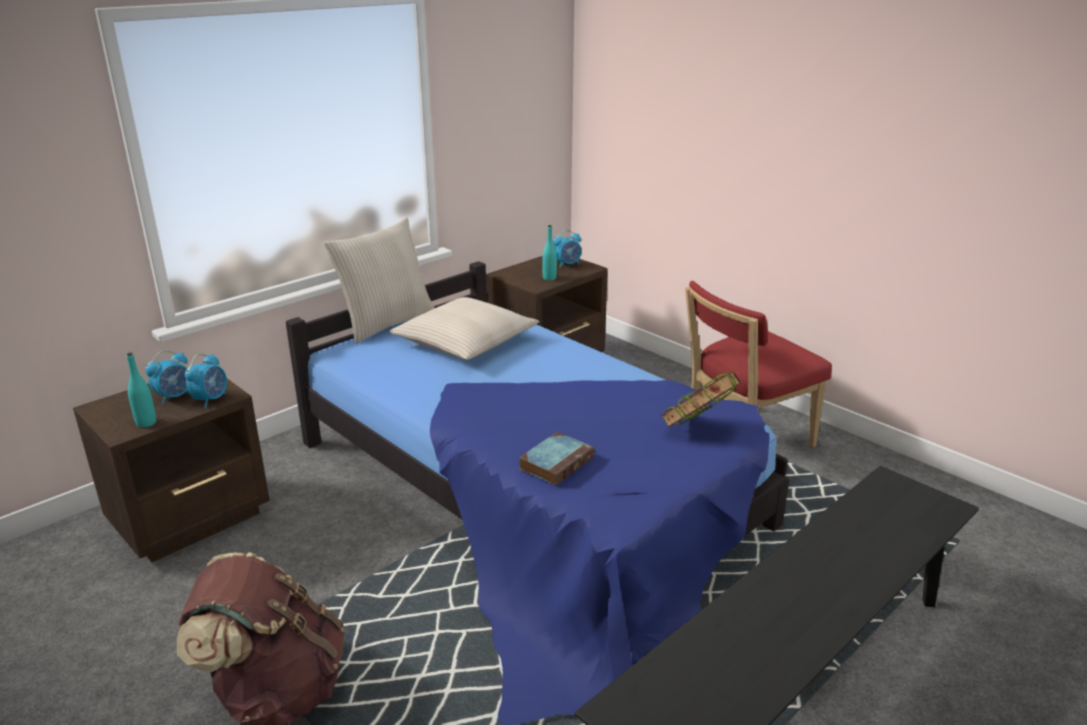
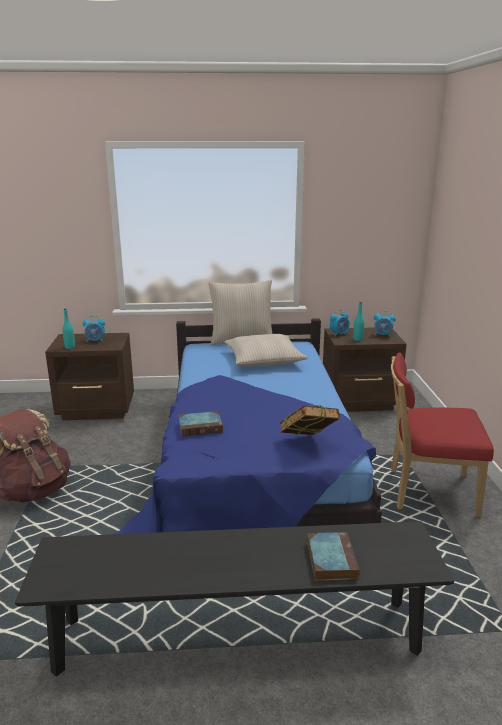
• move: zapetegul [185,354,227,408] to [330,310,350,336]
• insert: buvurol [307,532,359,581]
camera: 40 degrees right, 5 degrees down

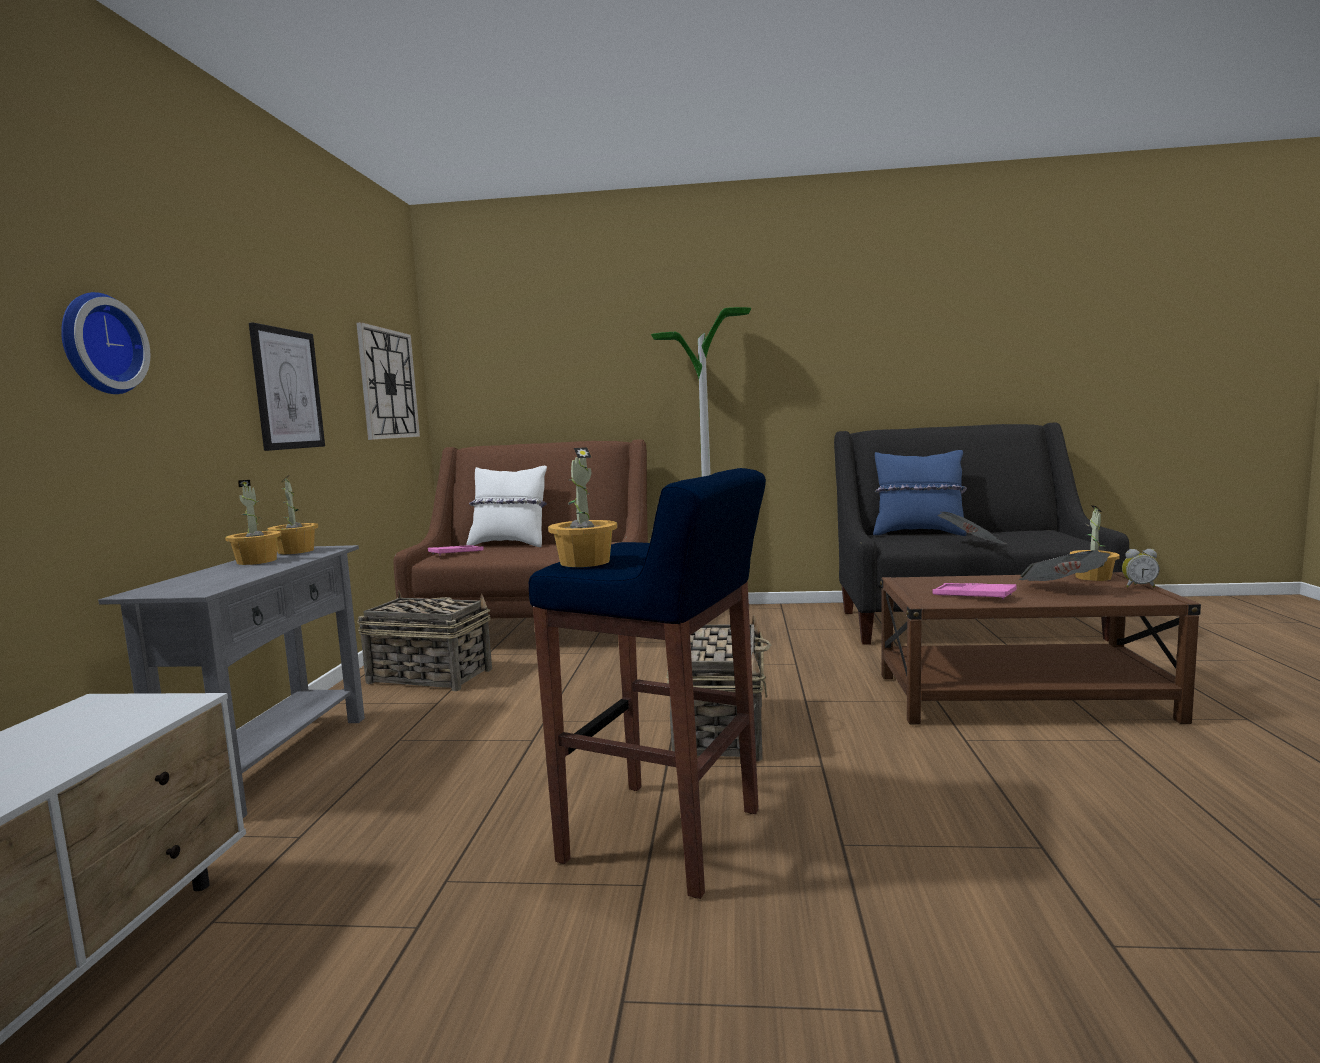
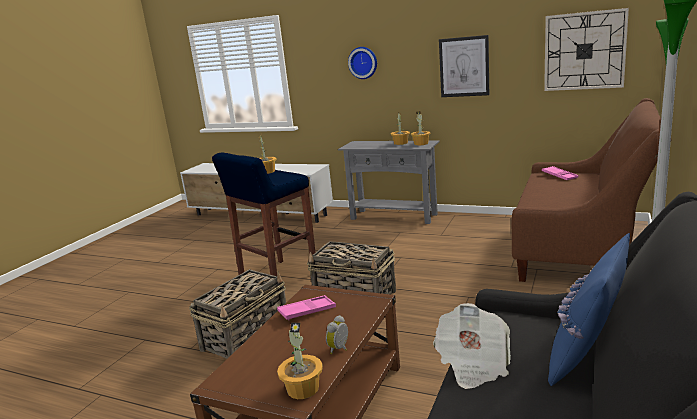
• delete: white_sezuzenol [466,466,547,547]
• move: zapetegul [1122,549,1160,587] to [326,315,348,354]
• delete: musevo [1018,550,1110,581]
• move: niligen [357,590,492,691] to [189,269,286,359]
camera: 110 degrees right, 10 degrees up

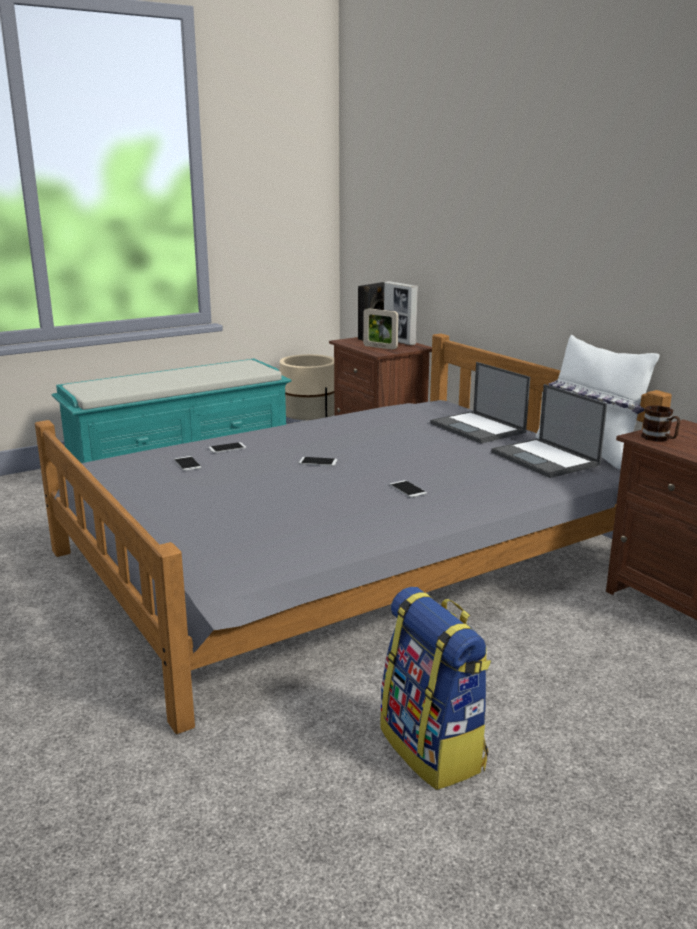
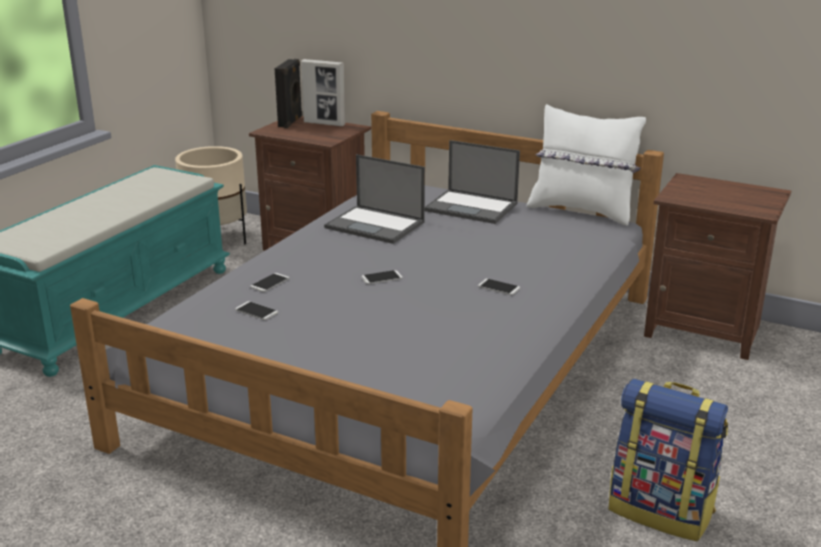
• delete: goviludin [363,308,398,350]
• move: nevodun [491,384,607,478] to [324,154,425,244]
• delete: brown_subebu [641,405,680,442]
camera: 30 degrees left, 5 degrees up

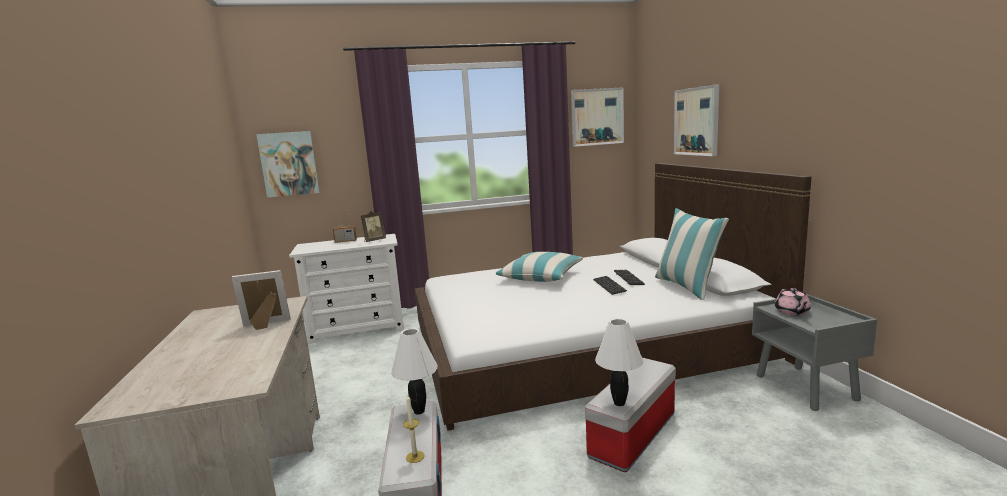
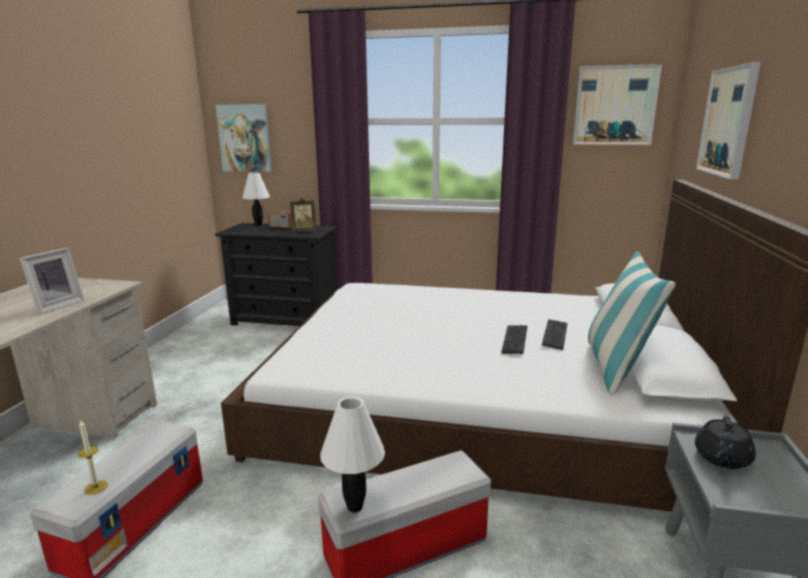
• recolor: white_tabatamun [289,234,404,344] to black_tabatamun [215,223,337,326]
• delete: sezuzenol [496,252,583,282]
• rotate: goviludin [231,270,291,330] = [20,248,84,315] 105 degrees clockwise
• recolor: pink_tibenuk [775,288,811,315] to black_tibenuk [695,416,756,469]
• move: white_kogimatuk [391,328,437,414] to [242,173,270,225]
camera: 25 degrees right, 5 degrees up

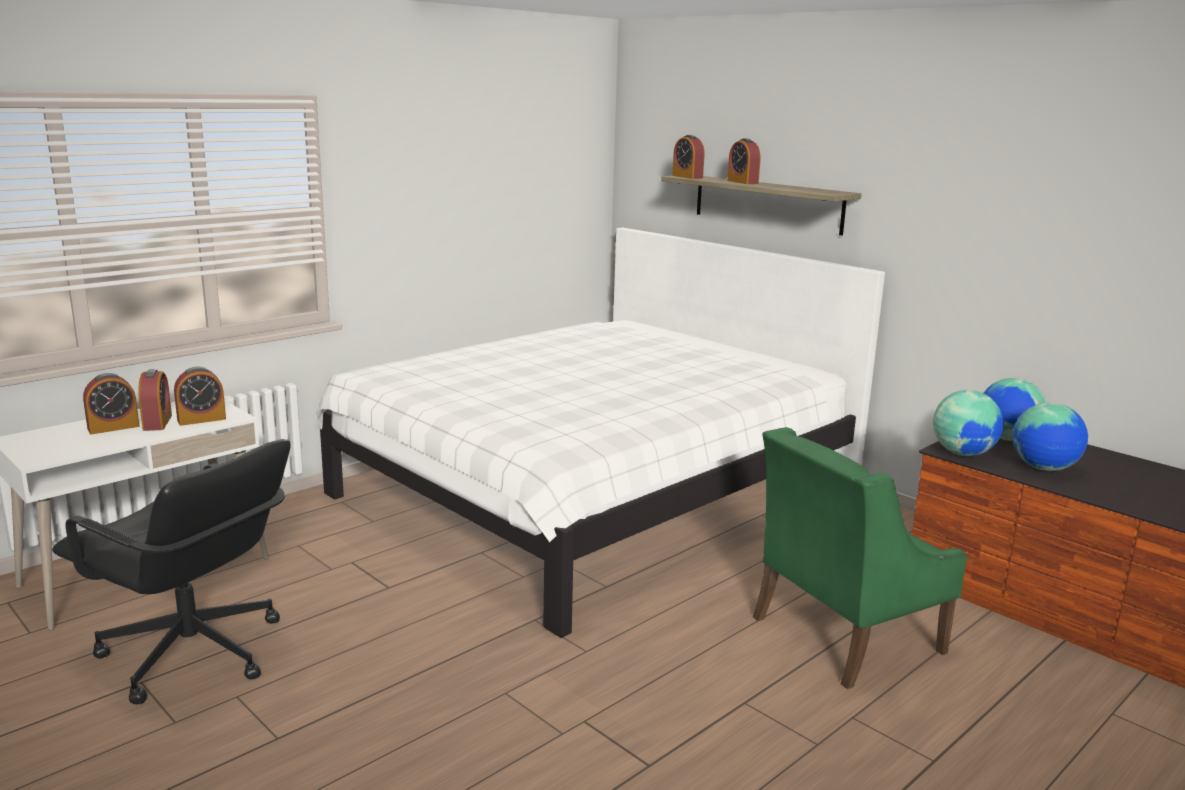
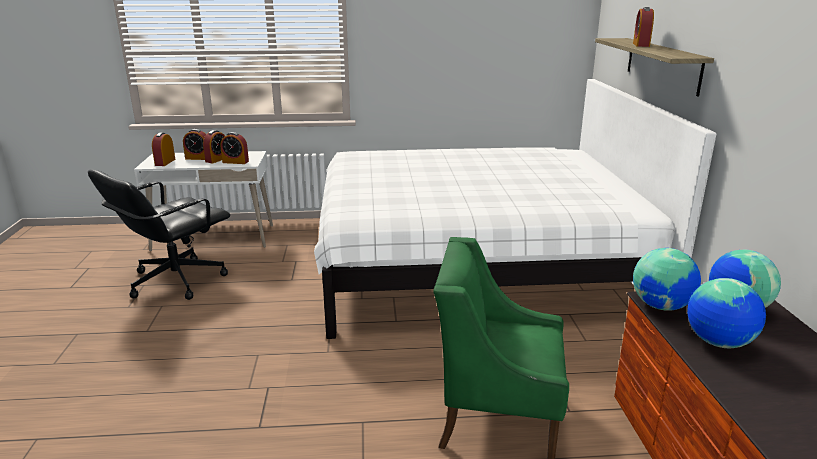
• move: zapetegul [672,135,704,179] to [152,133,175,166]
• rotate: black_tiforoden [52,439,291,704] = [88,169,230,300] 60 degrees clockwise
camera: 40 degrees right, 5 degrees up

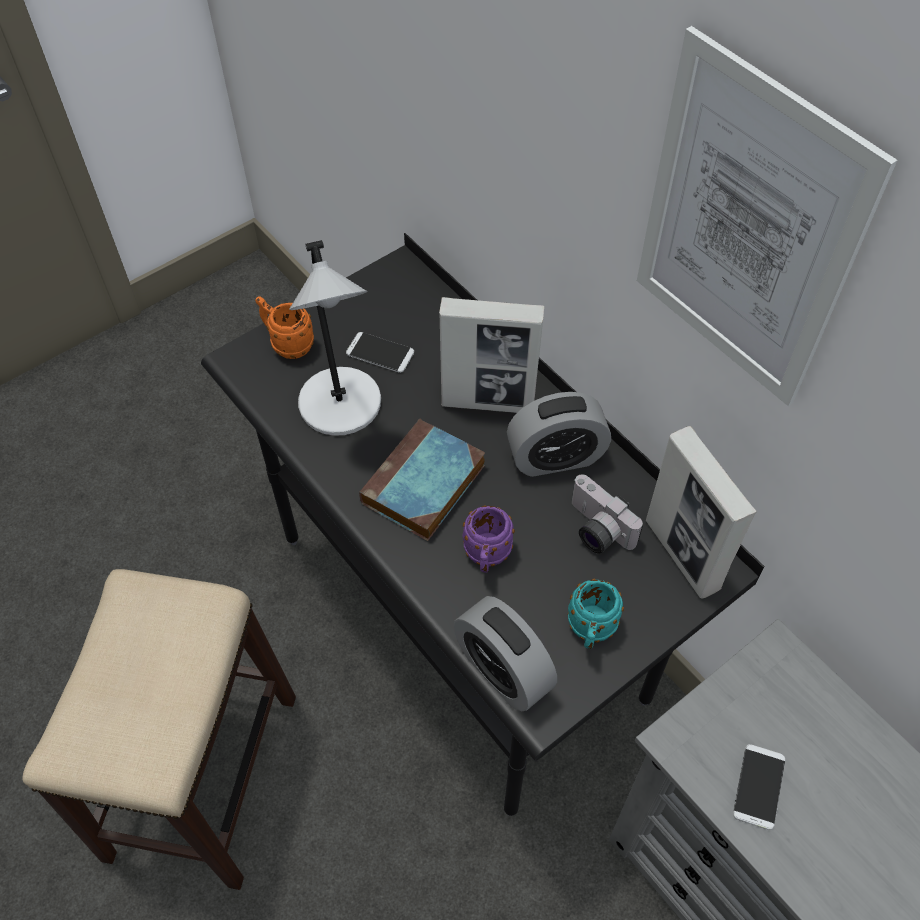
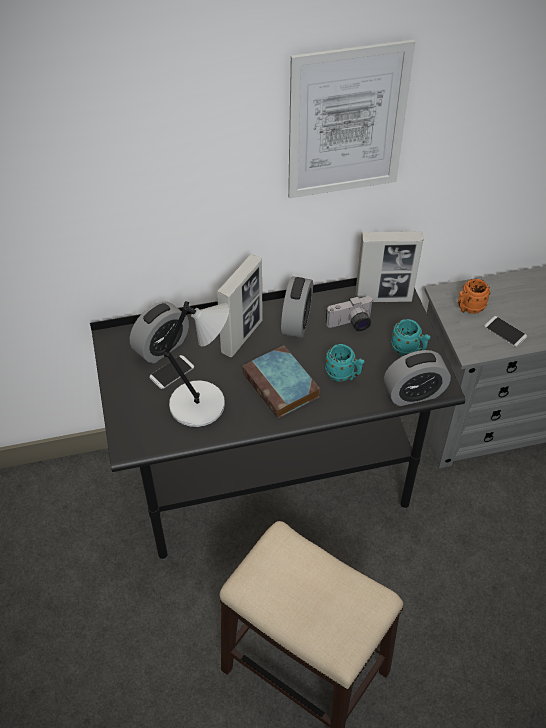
• move: orange_subebu [255,296,314,359] to [458,279,490,314]
• recolor: purple_subebu [462,506,515,573] to turquoise_subebu [325,344,364,382]
• insert: zapetegul [130,302,189,363]
camera: 65 degrees left, 5 degrees down

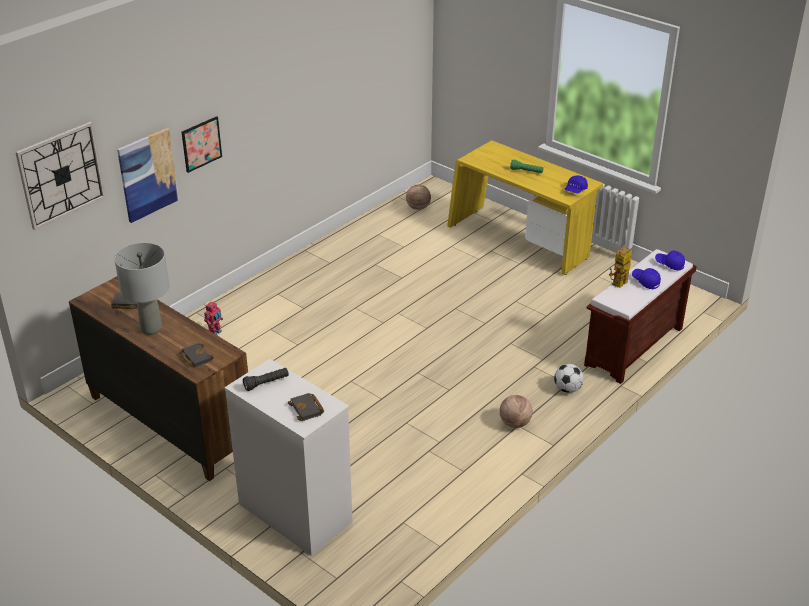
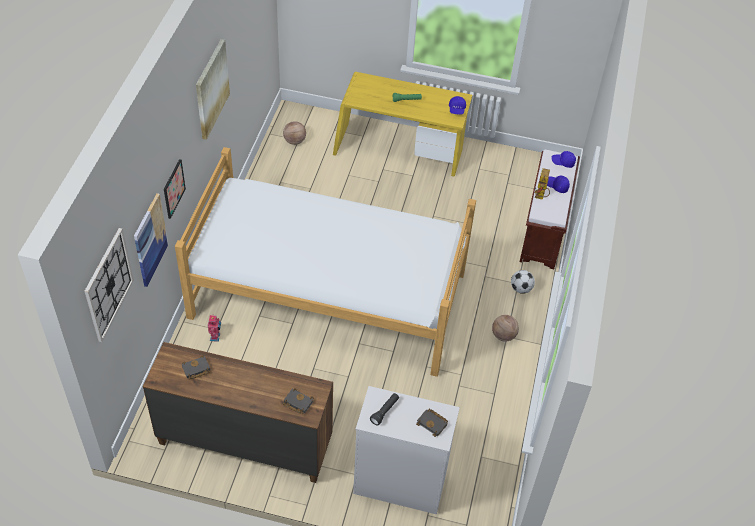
• delete: grey_kogimatuk [114,243,170,335]
• insert: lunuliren [196,39,230,140]
• insert: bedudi [175,147,476,377]
camera: 30 degrees left, 15 degrees up

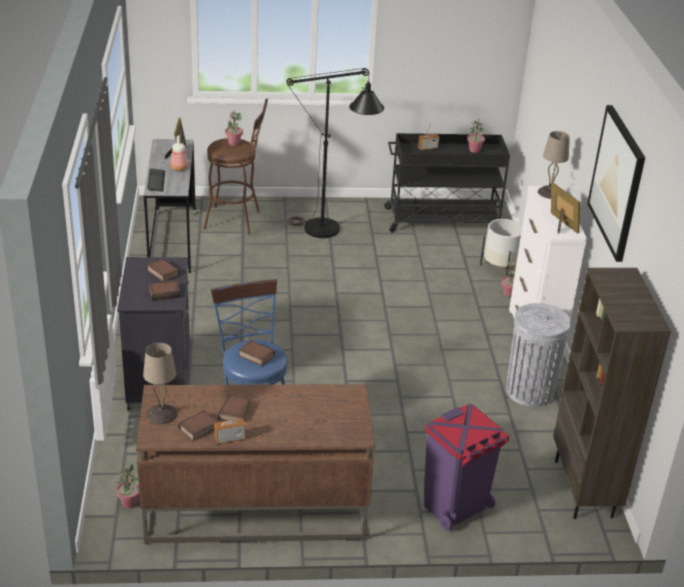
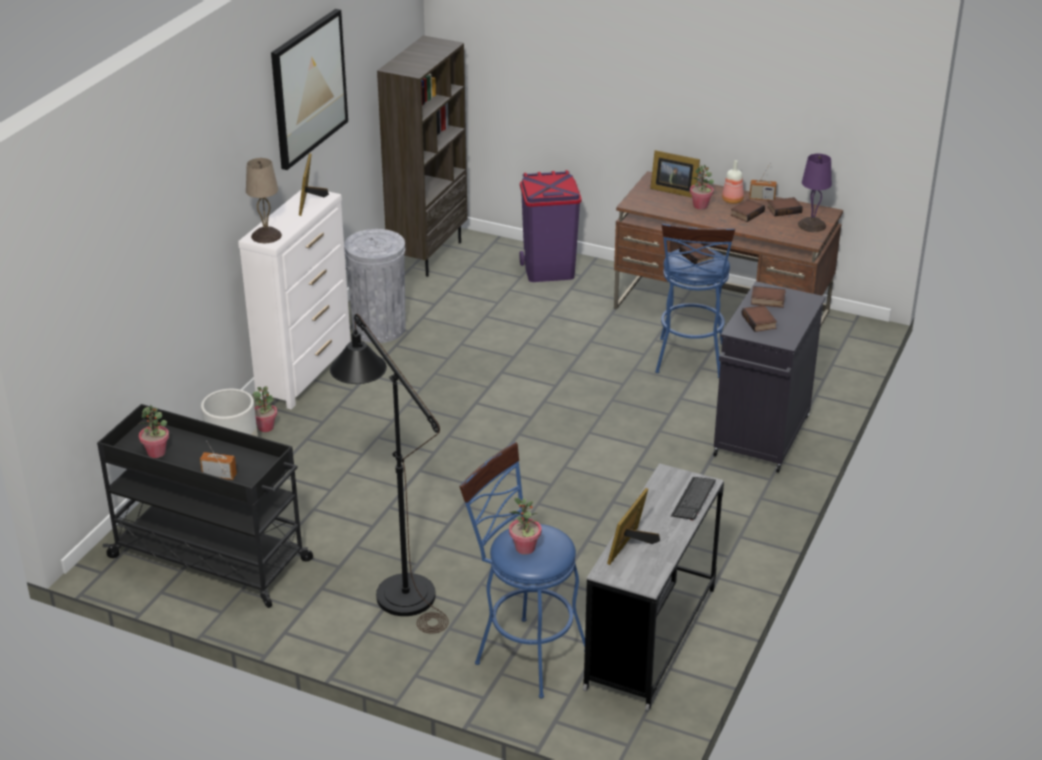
• recolor: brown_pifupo [203,99,268,235] to blue_pifupo [459,442,585,698]
• move: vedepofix [171,136,188,171] to [722,160,744,204]
• recolor: beige_kogimatuk [143,343,177,424] to purple_kogimatuk [798,154,832,232]
• move: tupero [115,464,139,508] to [690,165,714,210]
• insert: goviludin [650,150,700,198]
camera: 150 degrees left, 0 degrees up

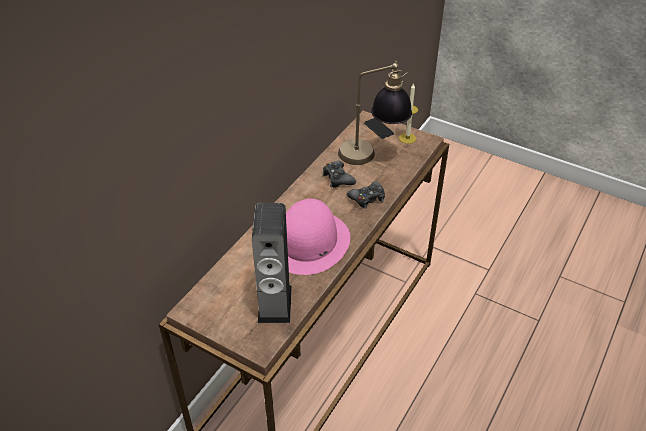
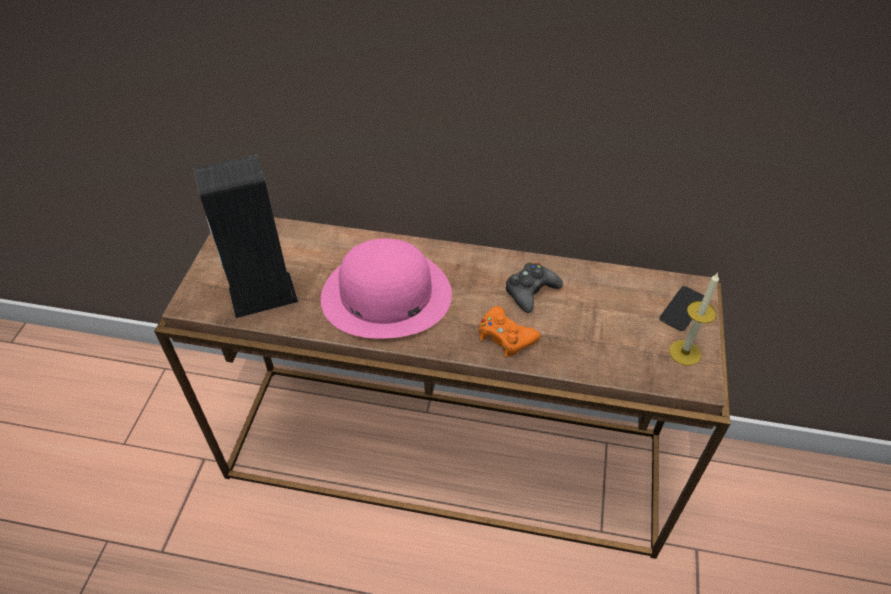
• delete: kogimatuk [338,61,412,165]
• recolor: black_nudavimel [347,181,385,209] to orange_nudavimel [479,306,540,358]
camera: 70 degrees right, 5 degrees up

